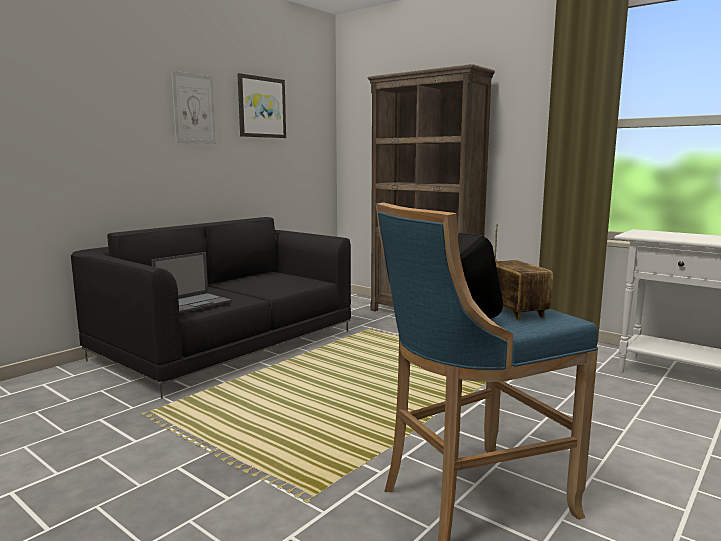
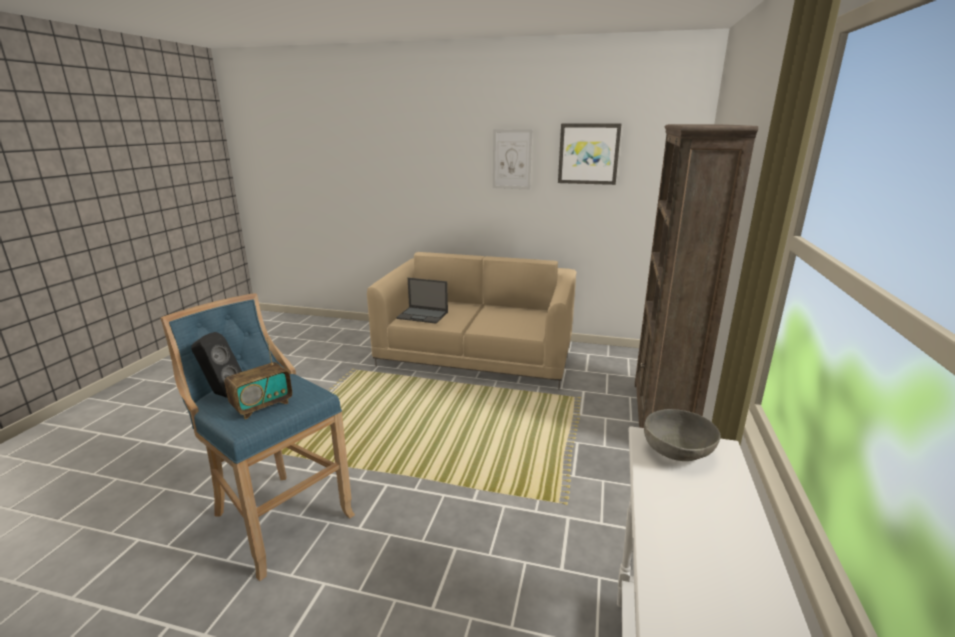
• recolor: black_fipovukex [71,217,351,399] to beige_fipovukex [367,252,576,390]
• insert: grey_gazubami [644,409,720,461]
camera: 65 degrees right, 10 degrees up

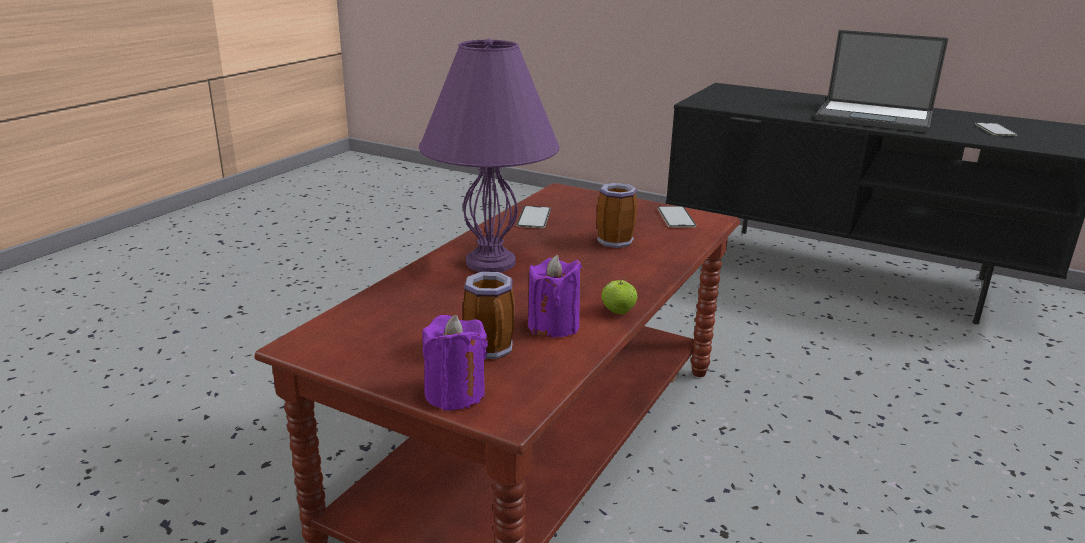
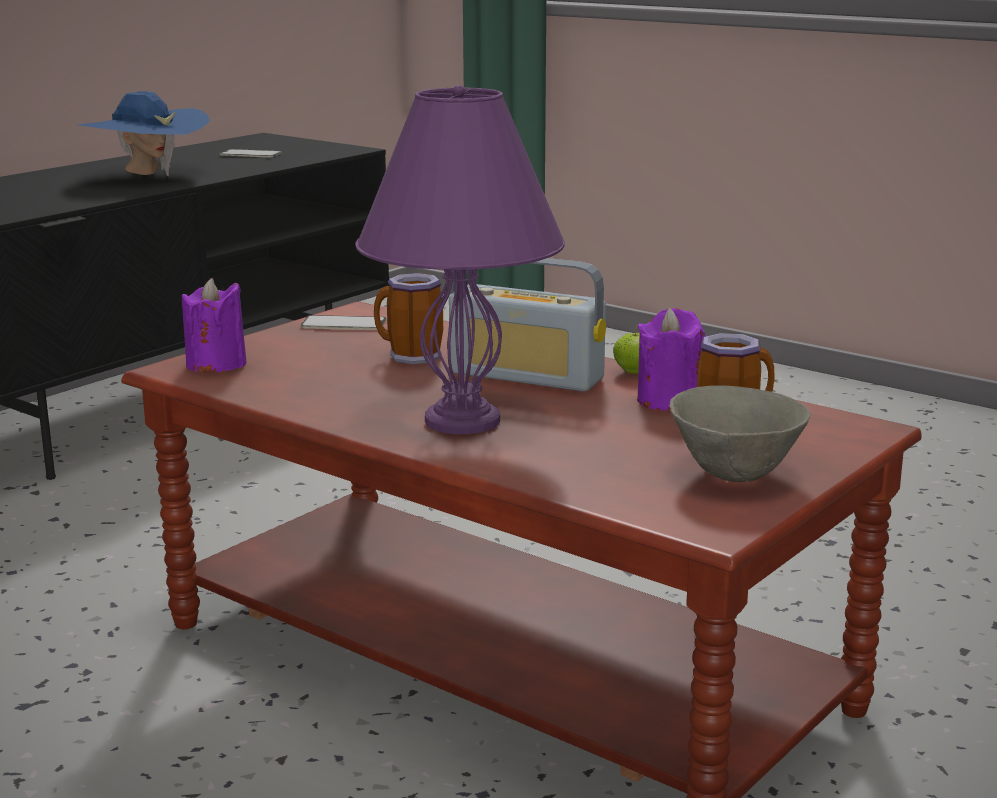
• replace: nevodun [815,30,949,133] to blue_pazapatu [79,91,210,176]
• delete: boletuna [516,206,551,228]
• move: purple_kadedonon [422,315,488,411] to [182,278,247,372]
• insert: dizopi [449,258,606,391]
• insert: grey_gazubami [670,386,810,482]
camera: 80 degrees left, 5 degrees down

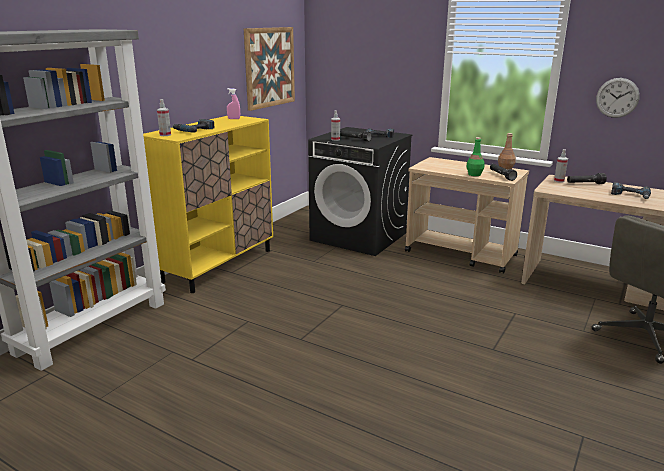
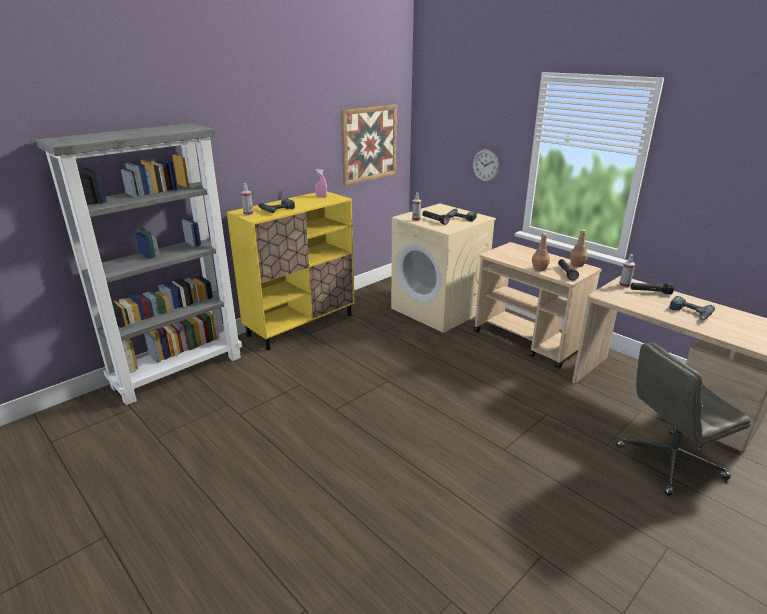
• move: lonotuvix [596,78,640,118] to [473,150,499,182]
• recolor: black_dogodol [308,127,413,256] to beige_dogodol [391,203,496,333]
• recolor: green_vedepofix [466,137,485,176] to brown_vedepofix [532,233,550,271]
camera: 15 degrees right, 5 degrees up

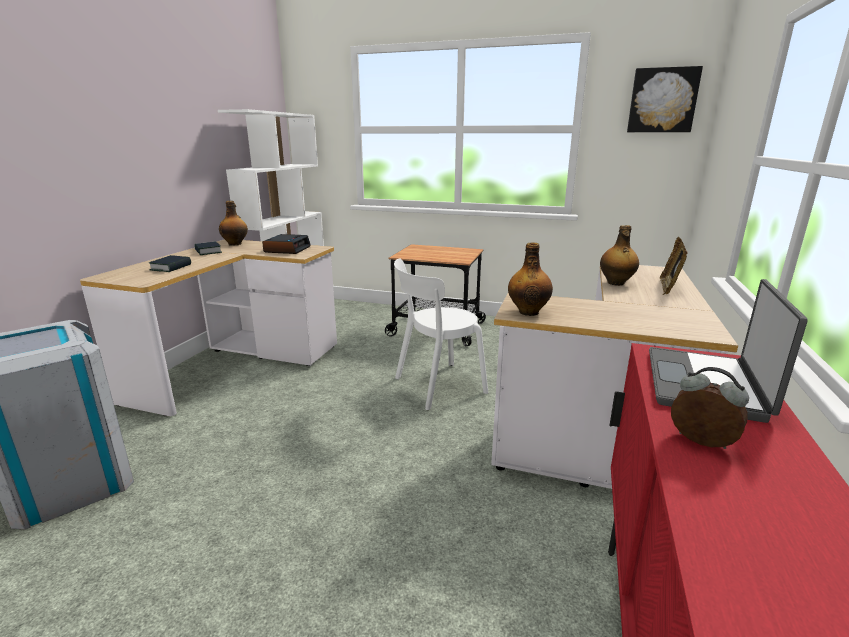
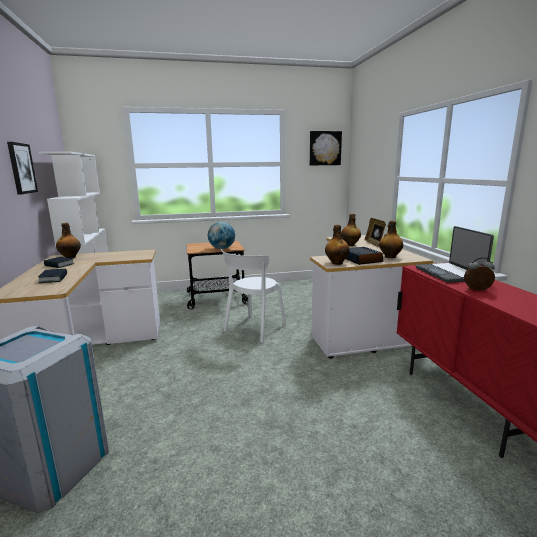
• move: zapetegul [262,234,311,254] to [346,247,383,265]
• insert: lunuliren [7,142,38,195]
• insert: vedepofix [379,221,403,258]
• insert: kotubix [208,222,235,249]
camera: 30 degrees left, 5 degrees down

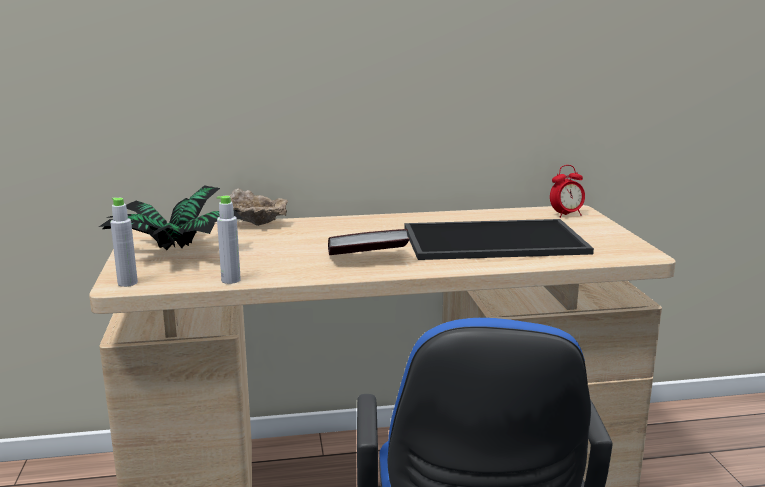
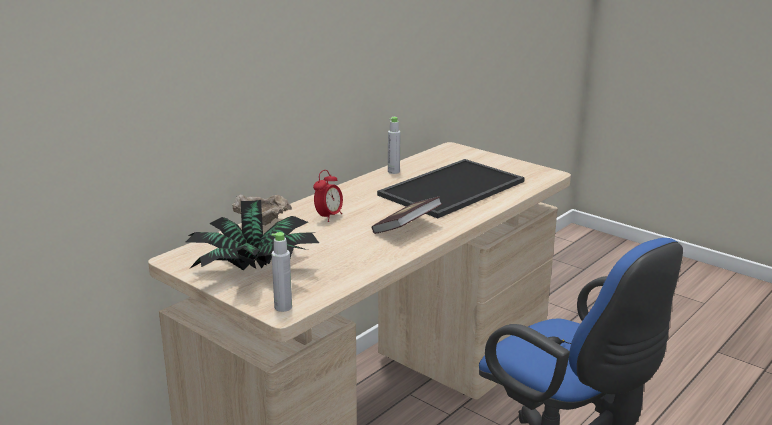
• move: zapetegul [550,165,585,218] to [313,170,343,222]
• move: grey_vedepofix [217,195,241,284] to [388,117,401,174]
camera: 40 degrees left, 5 degrees up

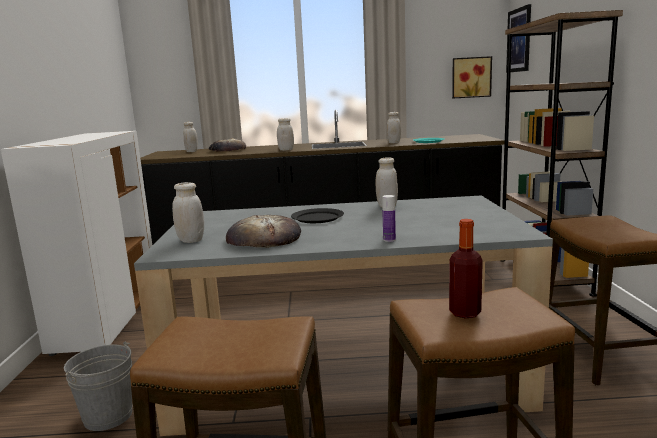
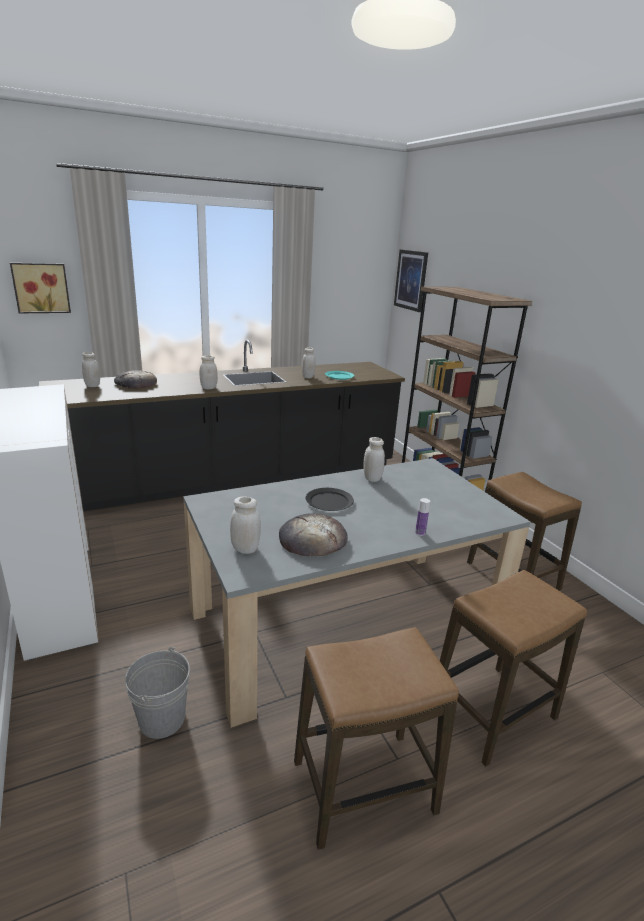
• move: lunuliren [452,56,492,98] to [10,263,71,313]
• delete: vedepofix [449,219,483,319]
camera: 25 degrees left, 10 degrees up

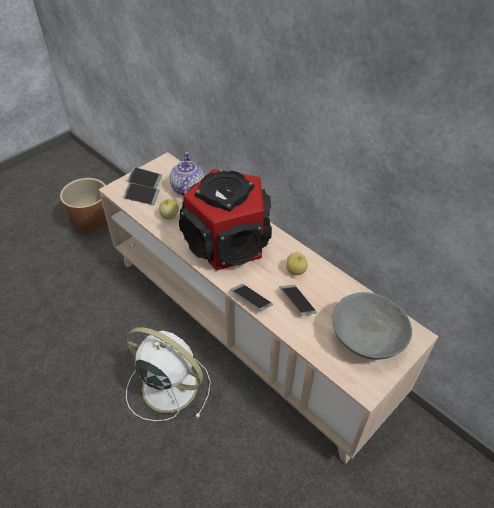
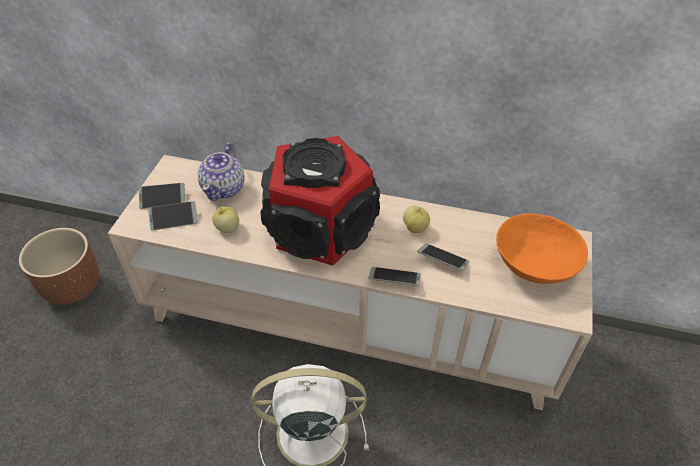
• rotate: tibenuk [170,152,204,196] = [198,143,245,201] 135 degrees counterclockwise
• recolor: grey_gazubami [332,292,412,360] to orange_gazubami [496,213,588,284]
camera: 30 degrees left, 0 degrees up

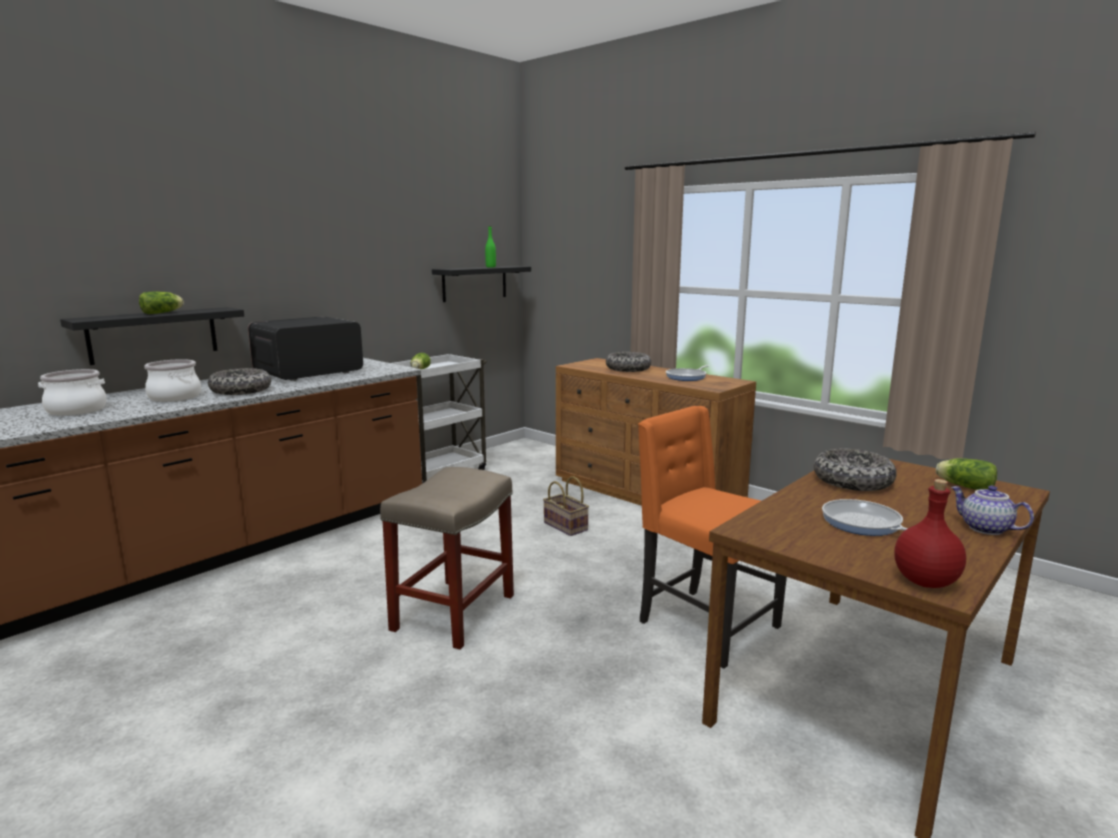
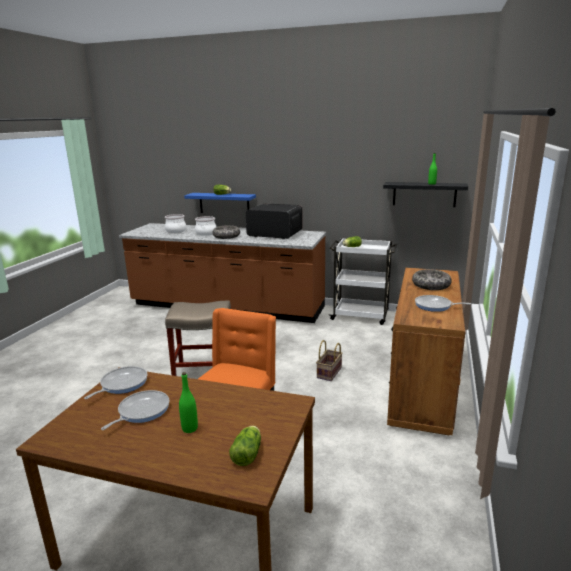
• recolor: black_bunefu [60,307,244,365] to blue_bunefu [184,193,256,213]
• delete: gazubami [814,449,897,491]
• delete: red_vedepofix [894,479,966,588]
• delete: tibenuk [951,486,1034,535]
• insert: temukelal [84,366,147,399]
• insert: green_vedepofix [179,372,198,433]
camera: 65 degrees right, 5 degrees up

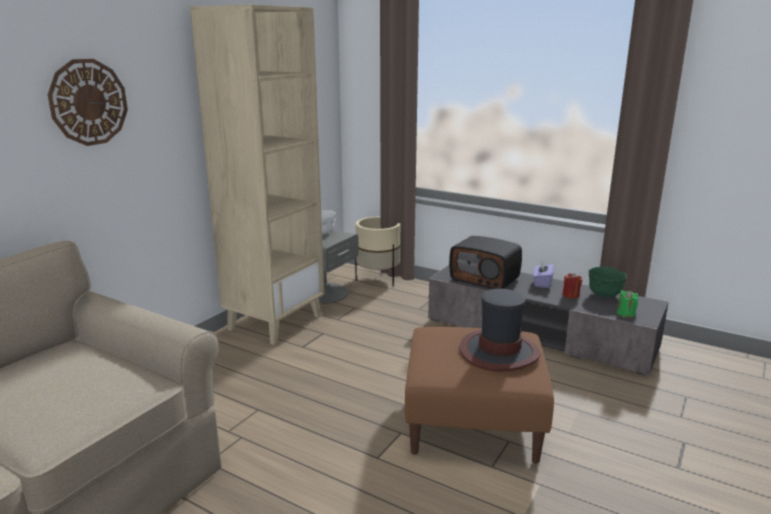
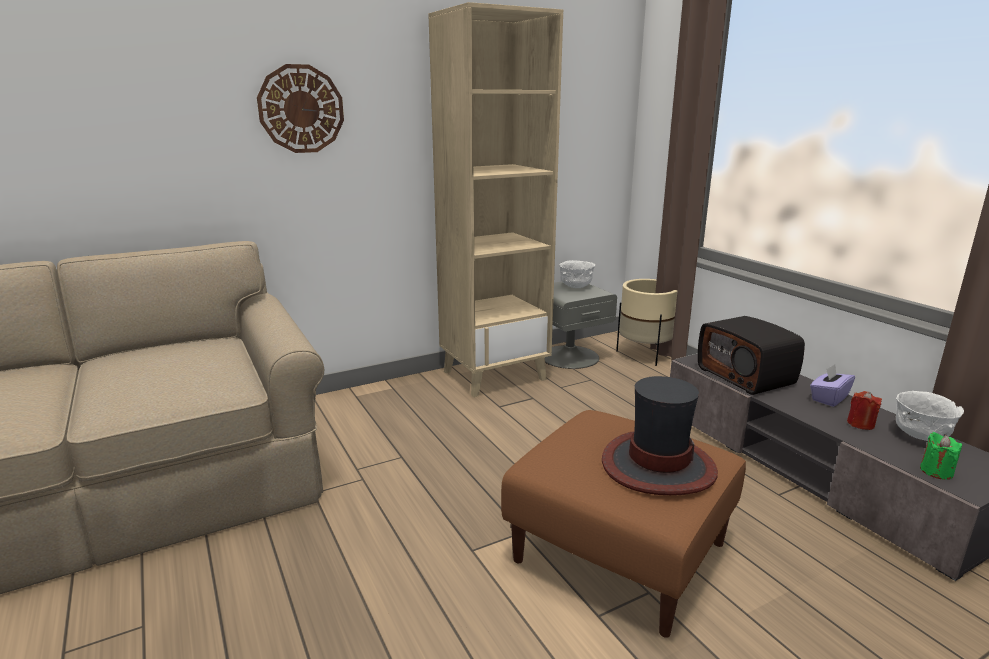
• recolor: green_gazubami [588,266,627,297] to white_gazubami [896,391,964,441]
camera: 30 degrees right, 0 degrees up

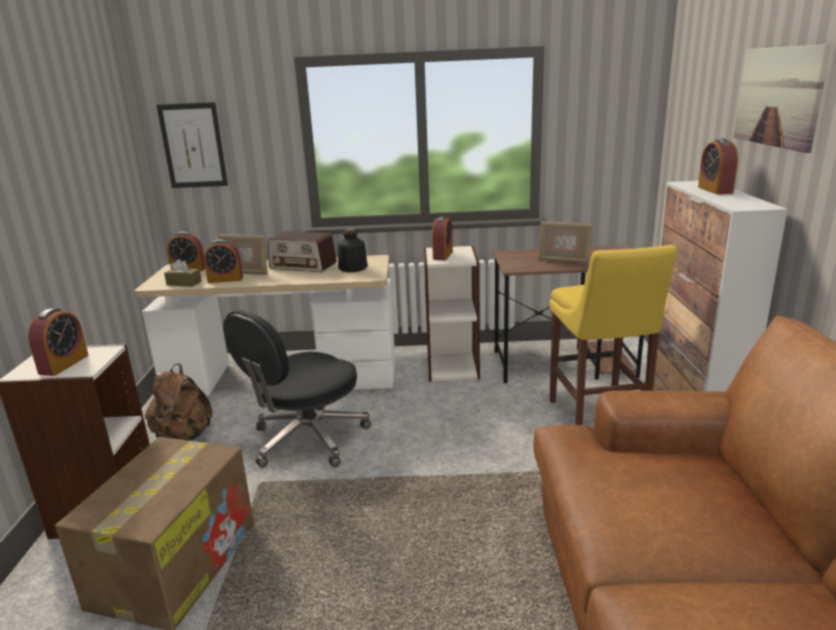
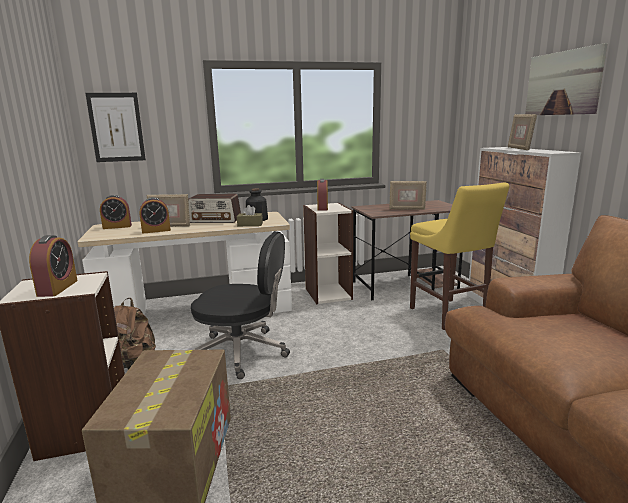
• replace: zapetegul [698,139,738,194] to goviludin [508,114,537,150]
• move: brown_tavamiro [164,259,202,287] to [237,205,263,226]
• rotate: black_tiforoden [223,310,371,468] = [191,231,290,379] 105 degrees counterclockwise
camera: 15 degrees left, 5 degrees down

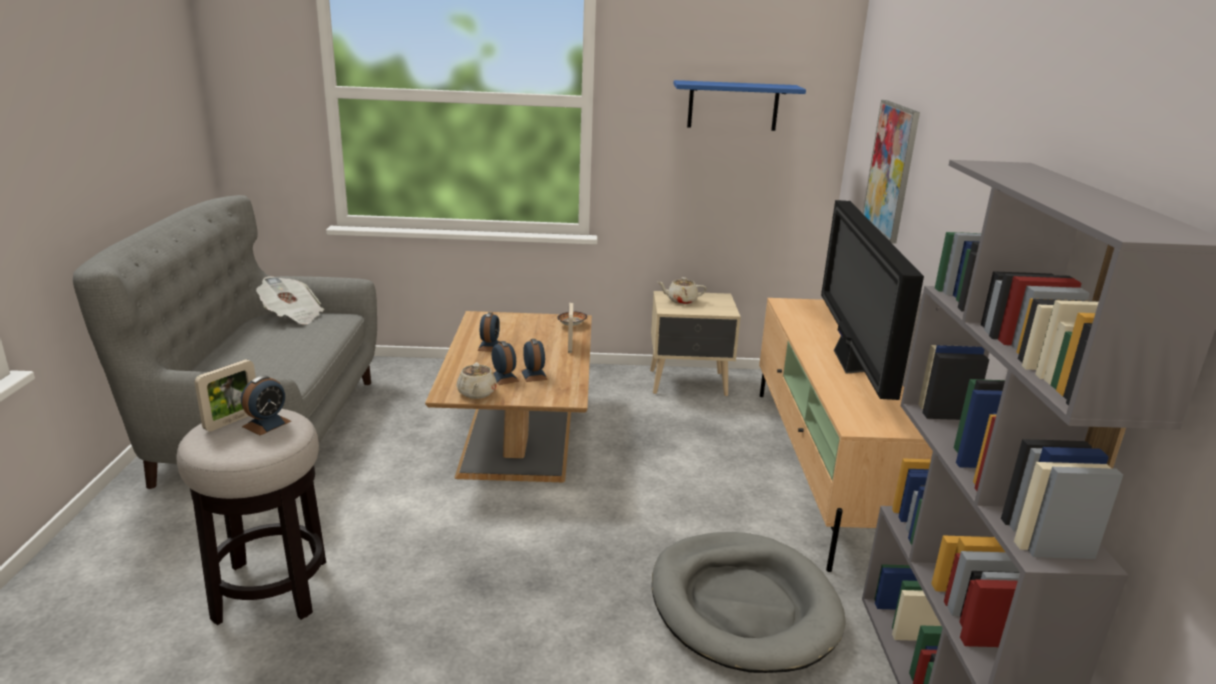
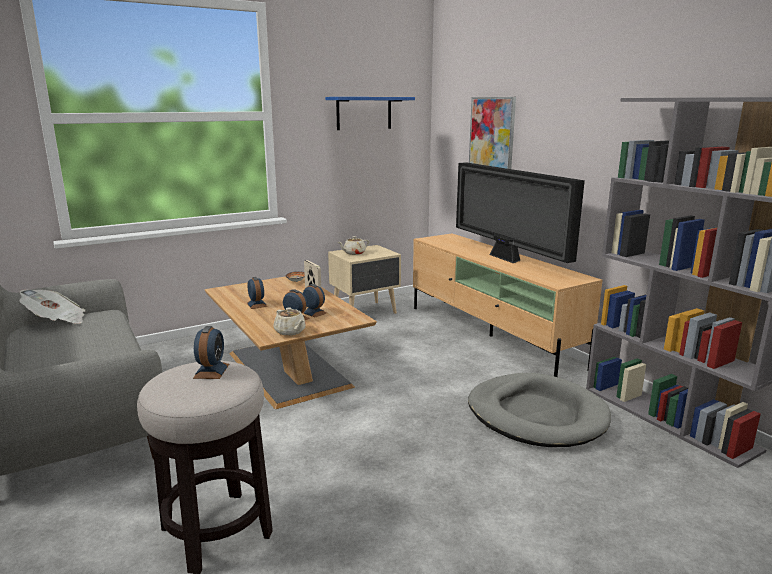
• delete: goviludin [194,359,256,431]
camera: 30 degrees left, 5 degrees down

